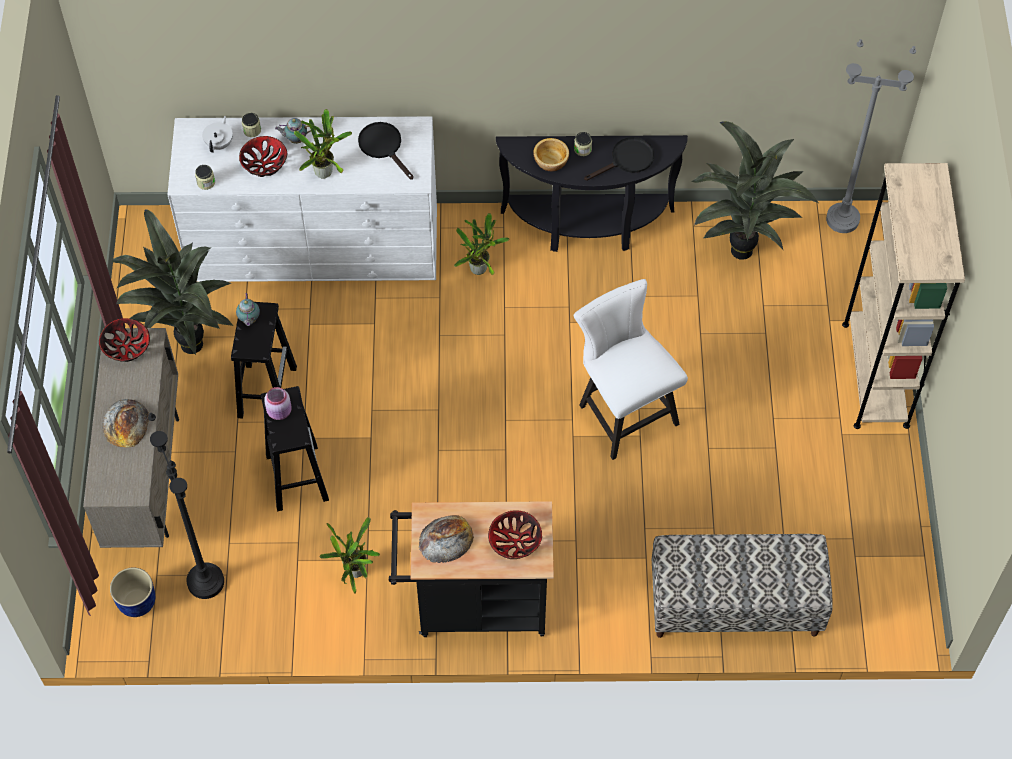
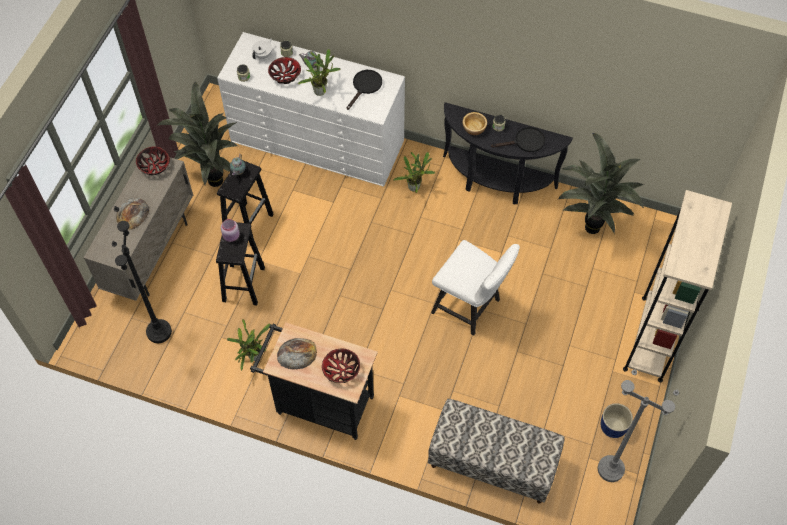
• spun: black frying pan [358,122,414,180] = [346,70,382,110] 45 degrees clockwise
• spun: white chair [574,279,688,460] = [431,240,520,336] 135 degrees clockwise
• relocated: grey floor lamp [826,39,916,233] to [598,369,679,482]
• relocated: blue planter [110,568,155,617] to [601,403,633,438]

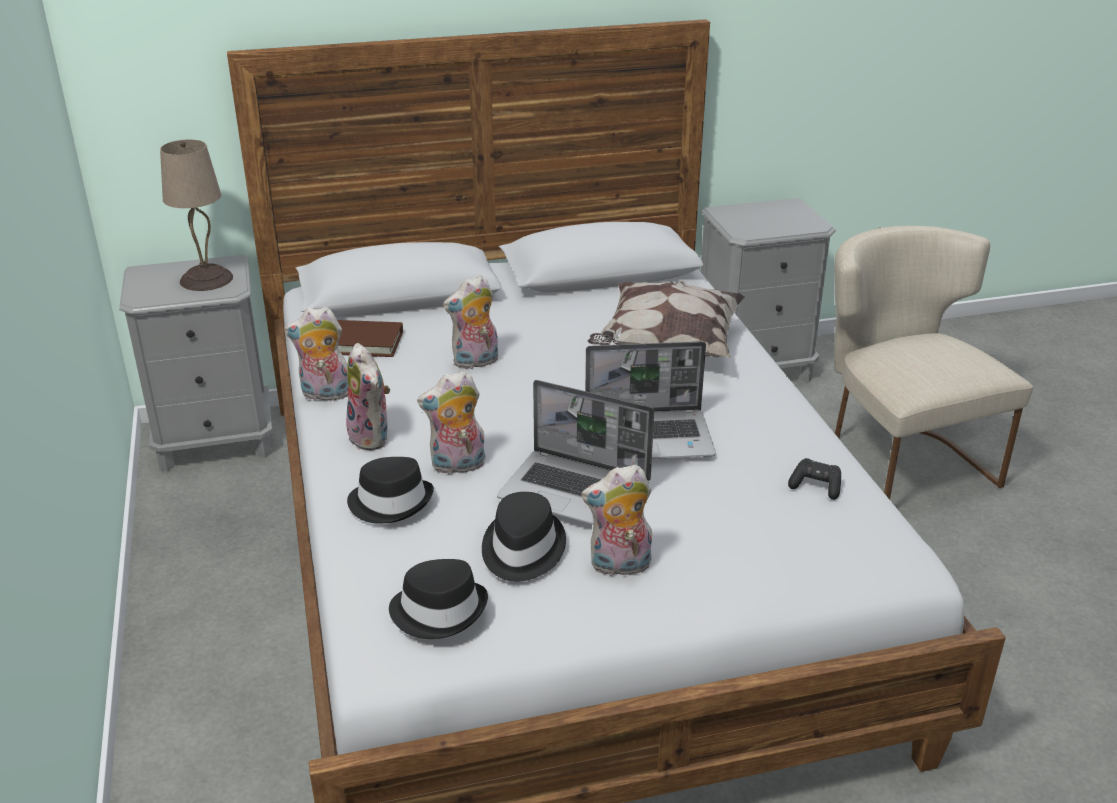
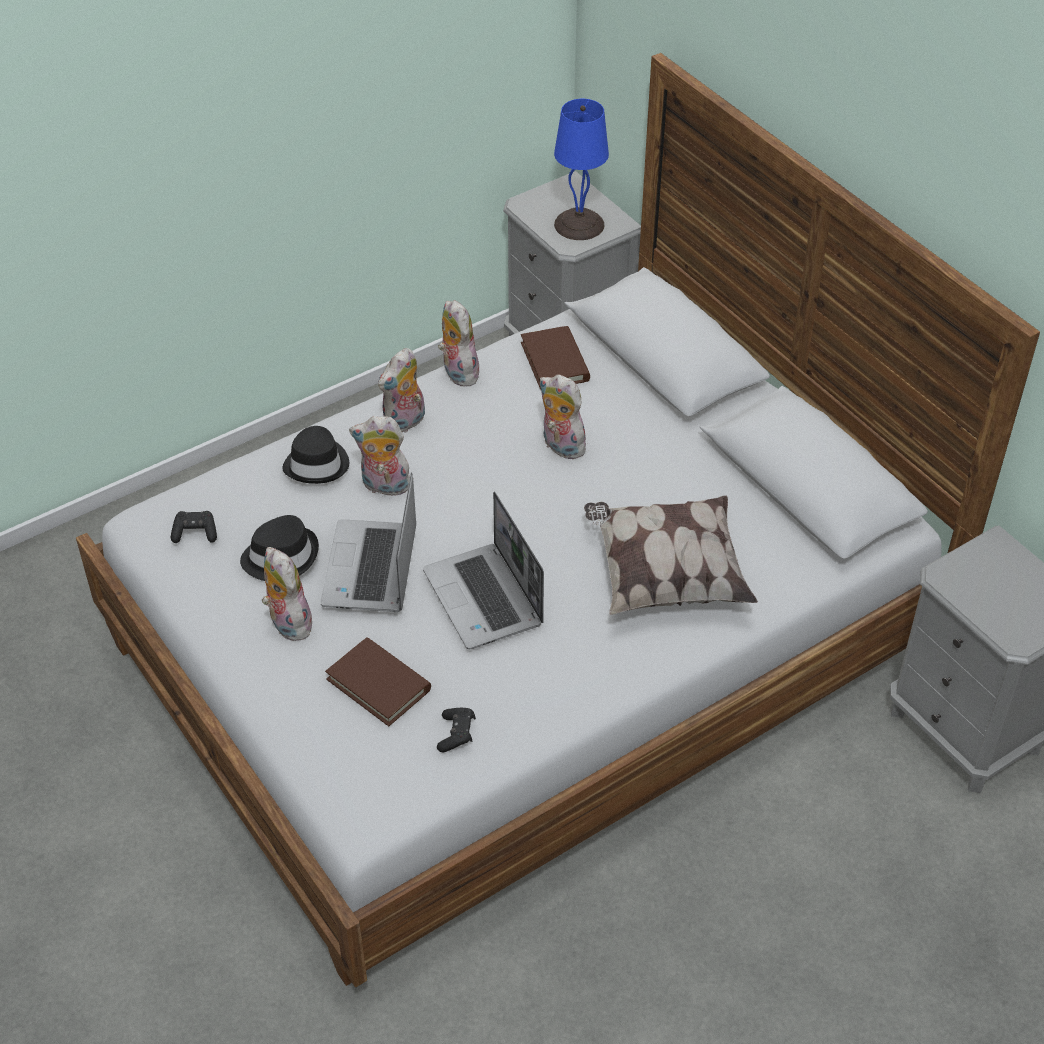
• exchanged: black hat [389,559,488,639] to black game controller [171,511,217,543]
• appeared: brown book [325,637,431,726]
• spun: plush toy [417,371,486,474] = [349,416,410,496] 45 degrees counterclockwise
• colour: beige table lamp [160,140,233,291] to blue table lamp [554,99,609,240]
• missing: beige chair [834,226,1033,499]

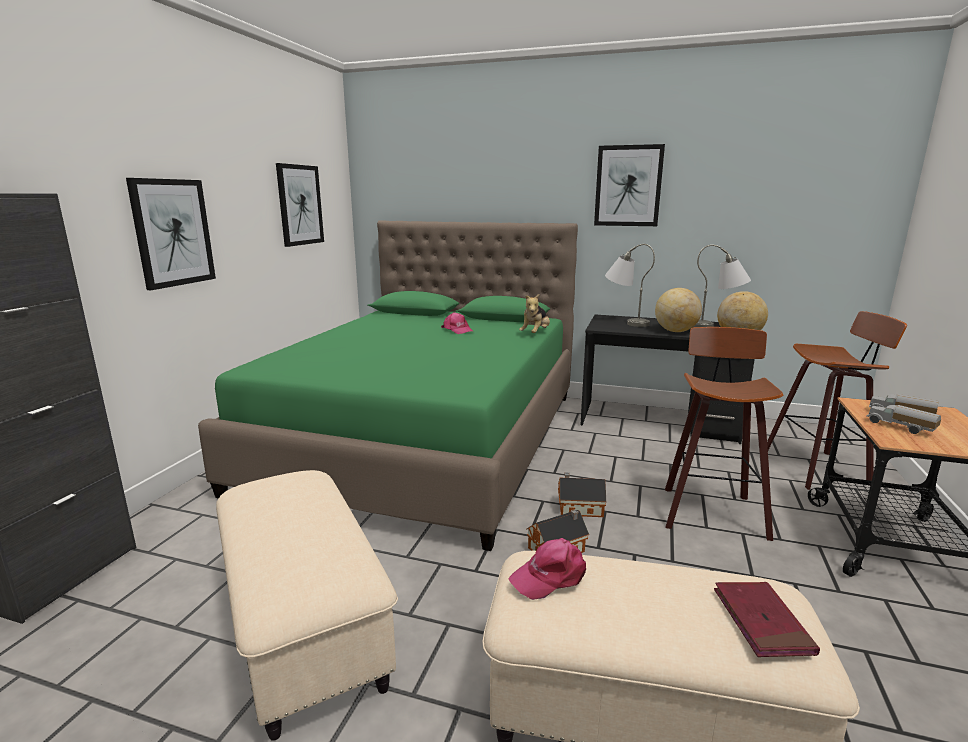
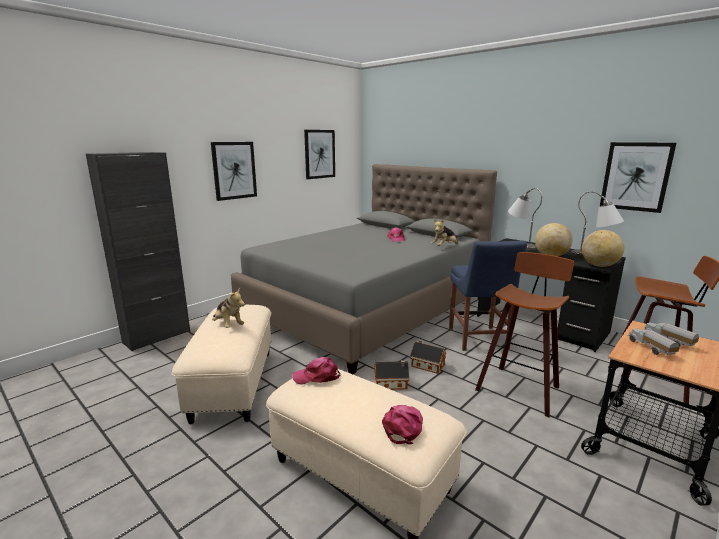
• appeared: plush toy [212,288,245,328]
• colour: green bed [198,220,578,551] to grey bed [231,164,497,374]
• exchanged: red book [714,582,820,657] to pink cap [382,405,423,444]
• appeared: blue chair [449,241,527,351]
• relocated: picture [594,144,665,226] to [600,142,676,213]

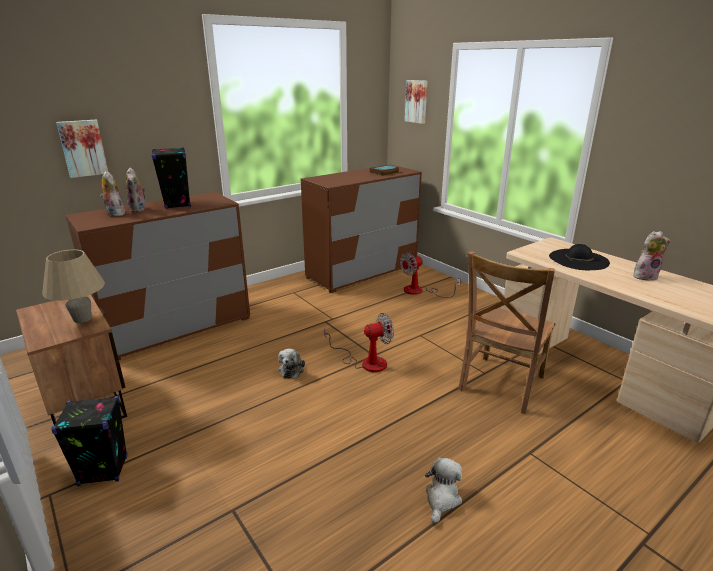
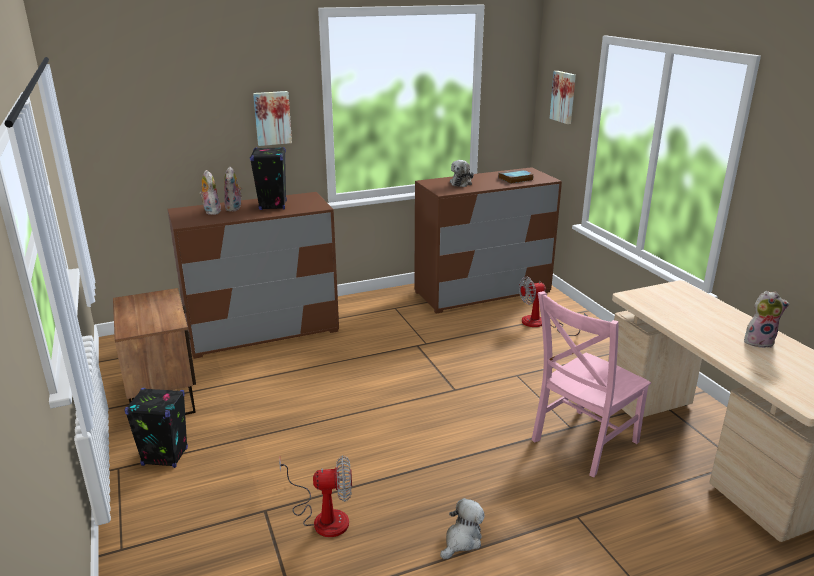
• relocated: picture [56,120,108,178] to [253,91,292,146]
• relocated: fan [324,313,394,372] to [279,455,352,537]
• relocated: plush toy [278,348,305,379] to [450,160,474,187]
• colour: brown chair [458,251,556,414] to pink chair [532,291,651,477]
• missing: beige table lamp [42,249,105,323]
• missing: black hat [549,244,610,270]

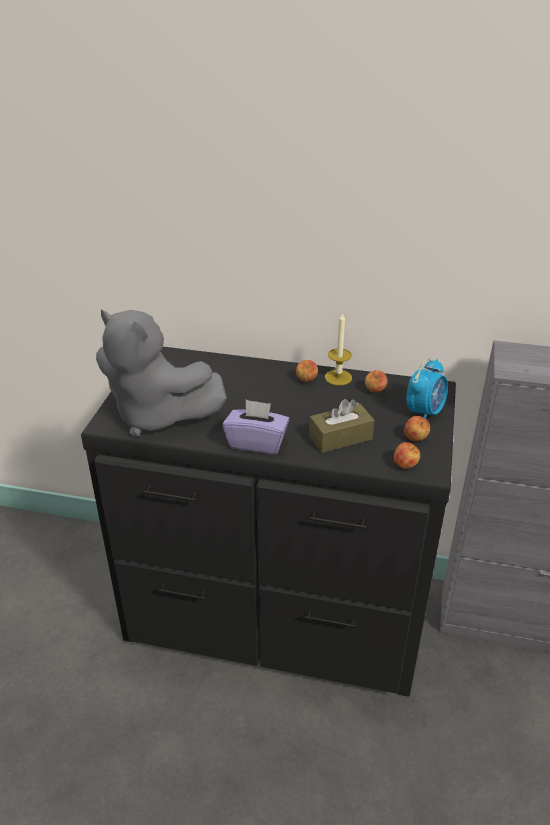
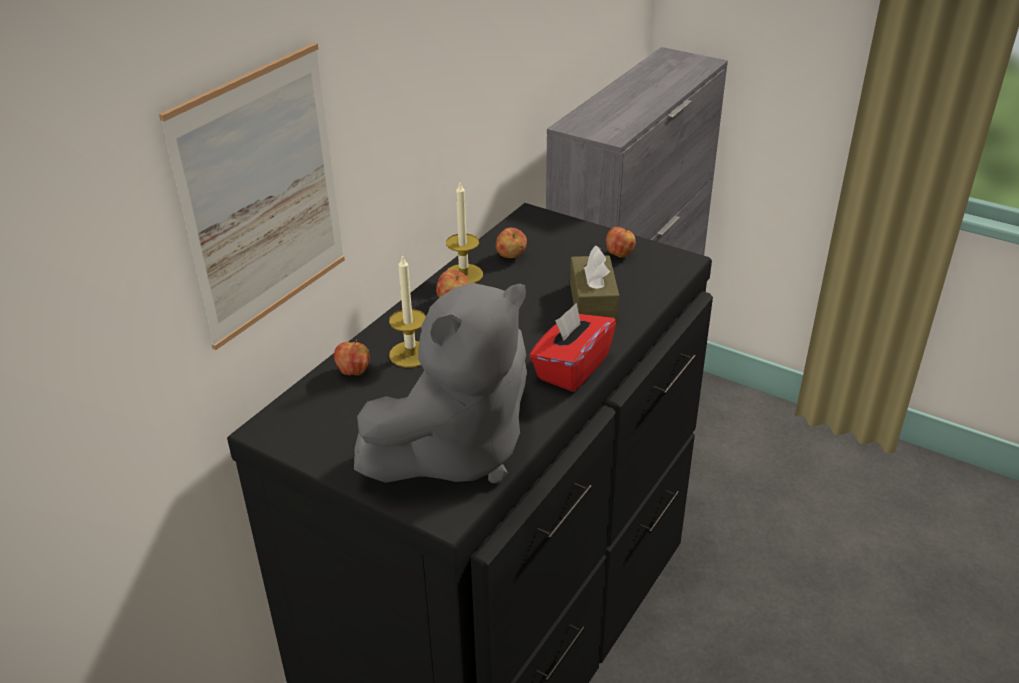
• appeared: picture [159,43,345,350]
• relocated: apple [394,442,420,469] to [334,339,370,375]
• appeared: candle [389,254,426,368]
• colour: purple tissue box [223,400,290,454] to red tissue box [529,303,616,392]
• missing: alarm clock [407,359,448,419]

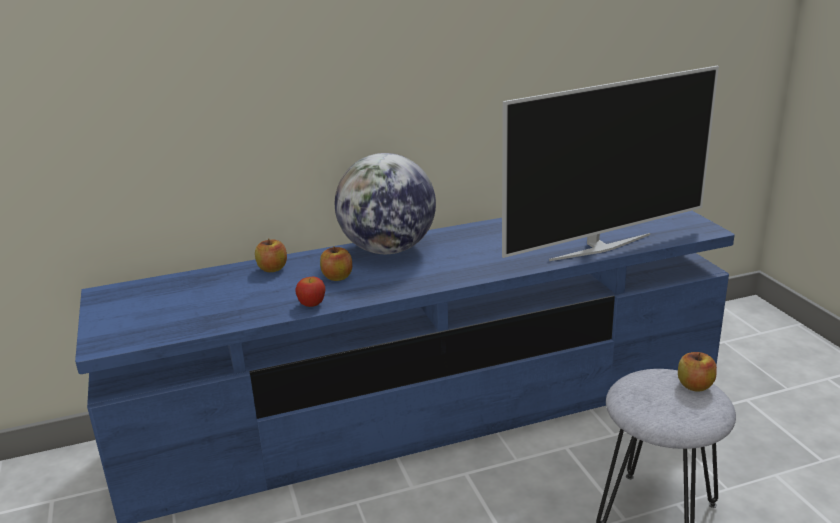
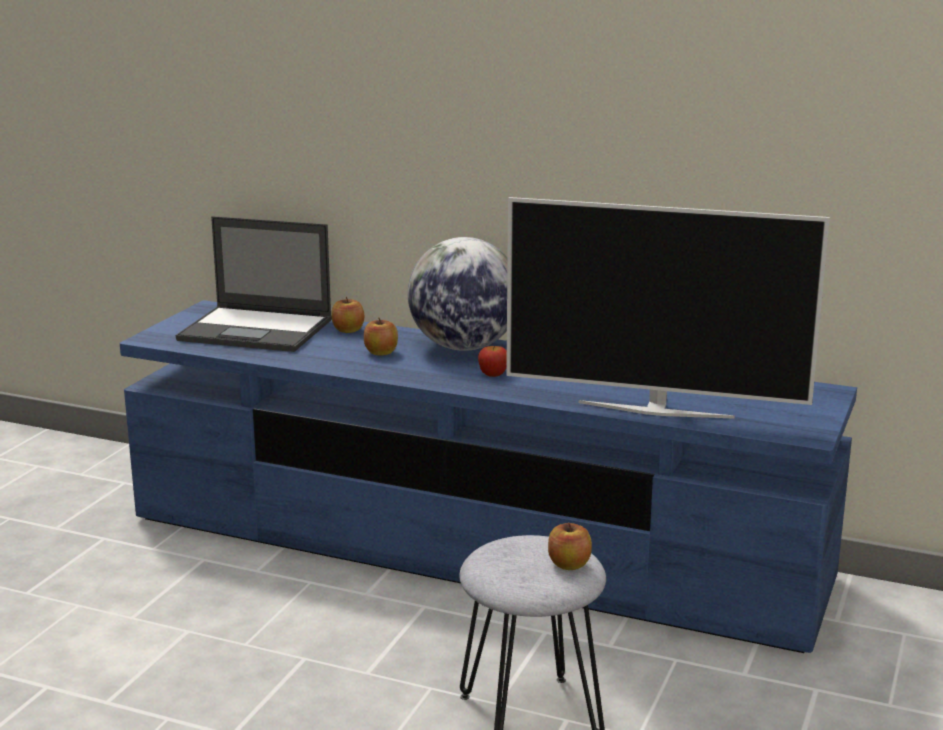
• appeared: laptop [176,216,332,352]
• relocated: apple [295,276,325,307] to [478,346,507,377]

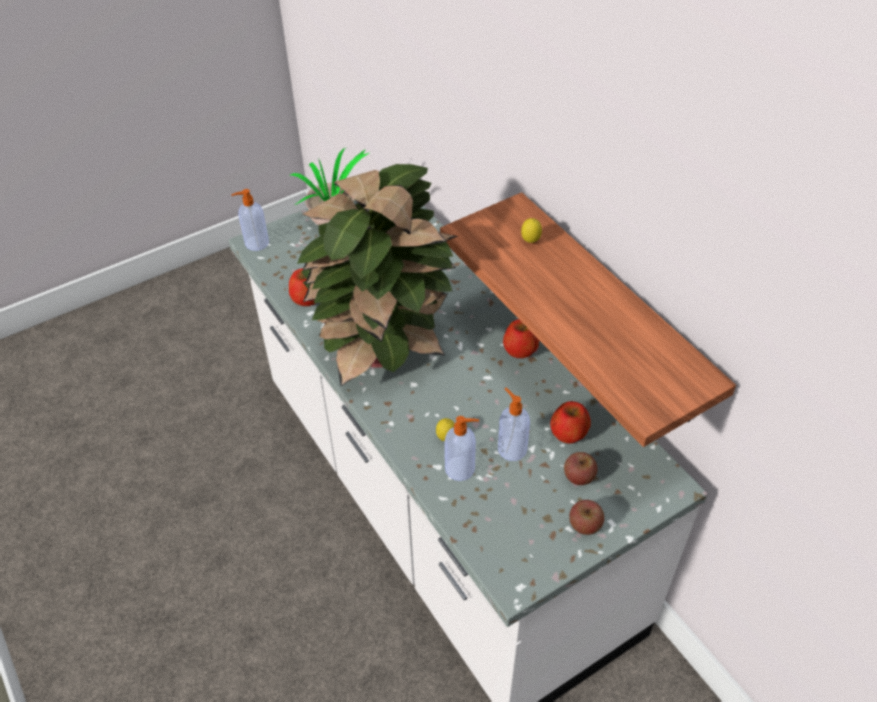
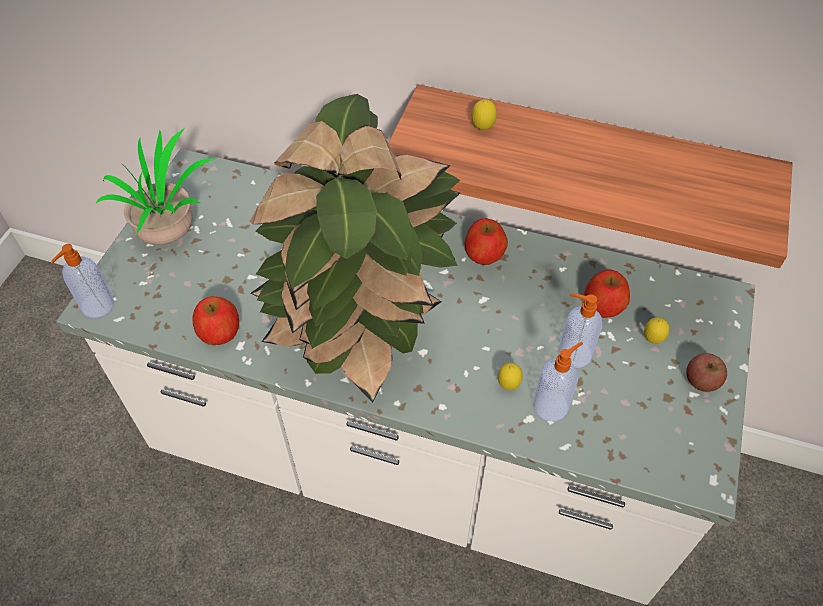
• exchanged: apple [564,452,598,485] to lemon [644,317,669,344]

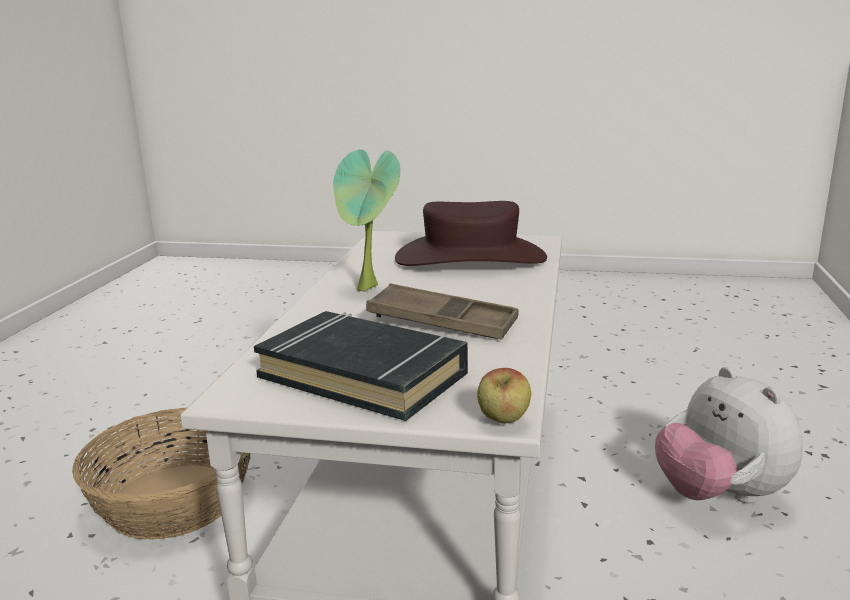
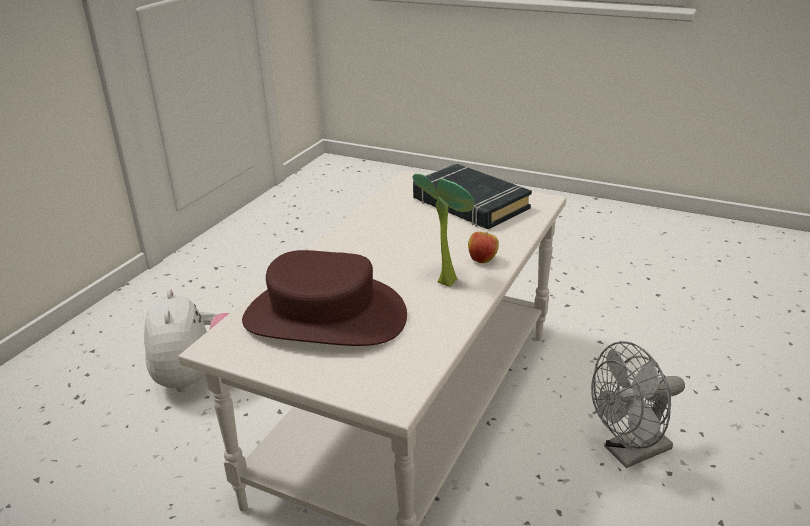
• relocated: apple [477,368,531,424] to [468,229,499,263]
• exchanged: basket [72,408,250,540] to grey fan [591,341,685,468]
• missing: brown tray [366,283,518,339]

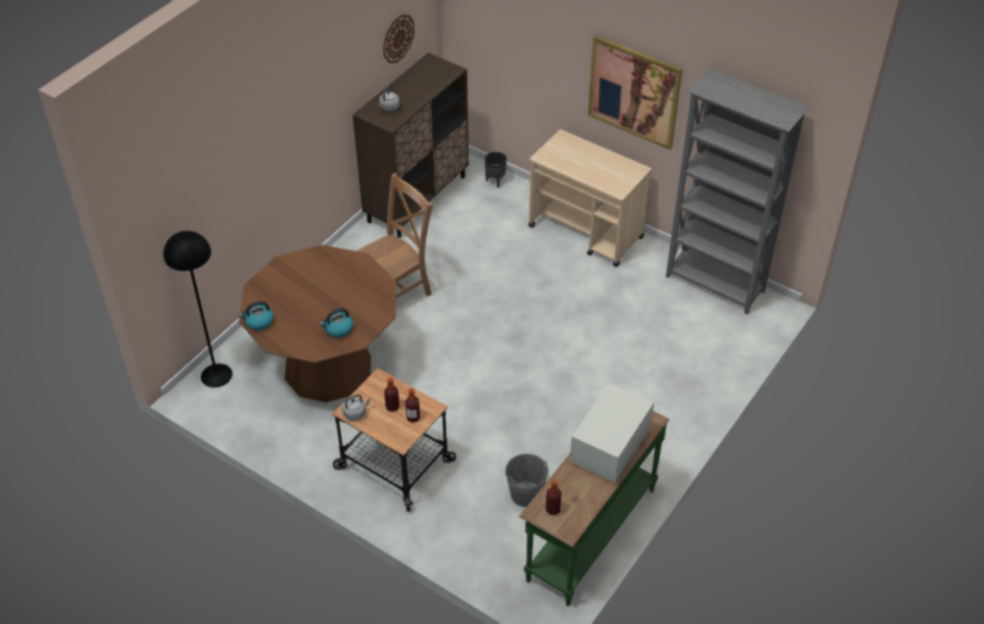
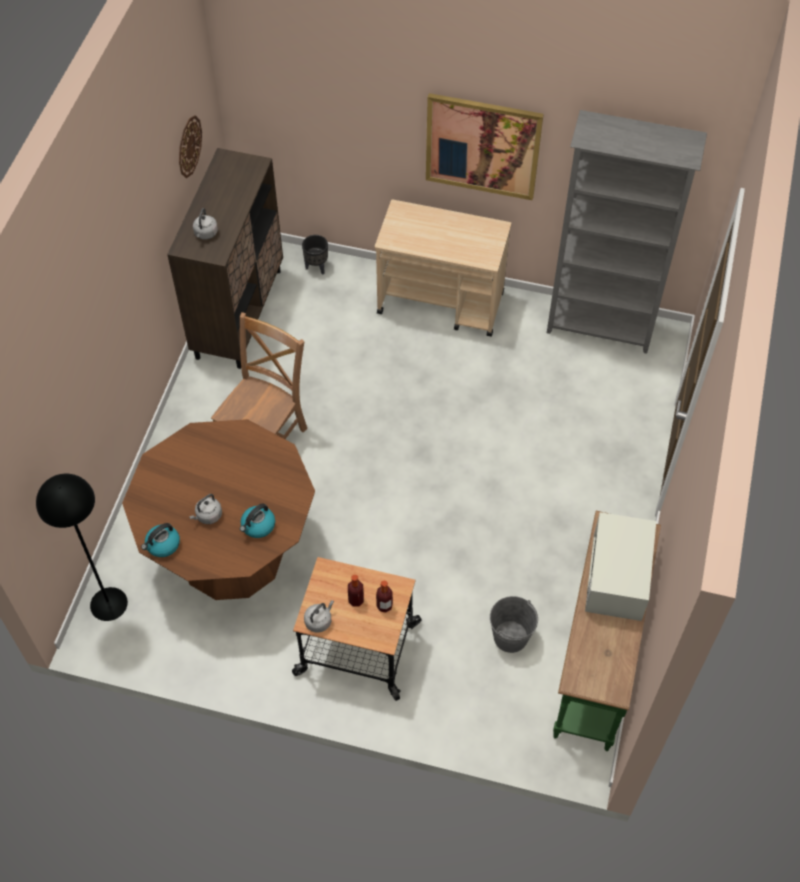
• appeared: grey kettle [189,494,222,524]
• missing: bottle [546,480,561,515]

